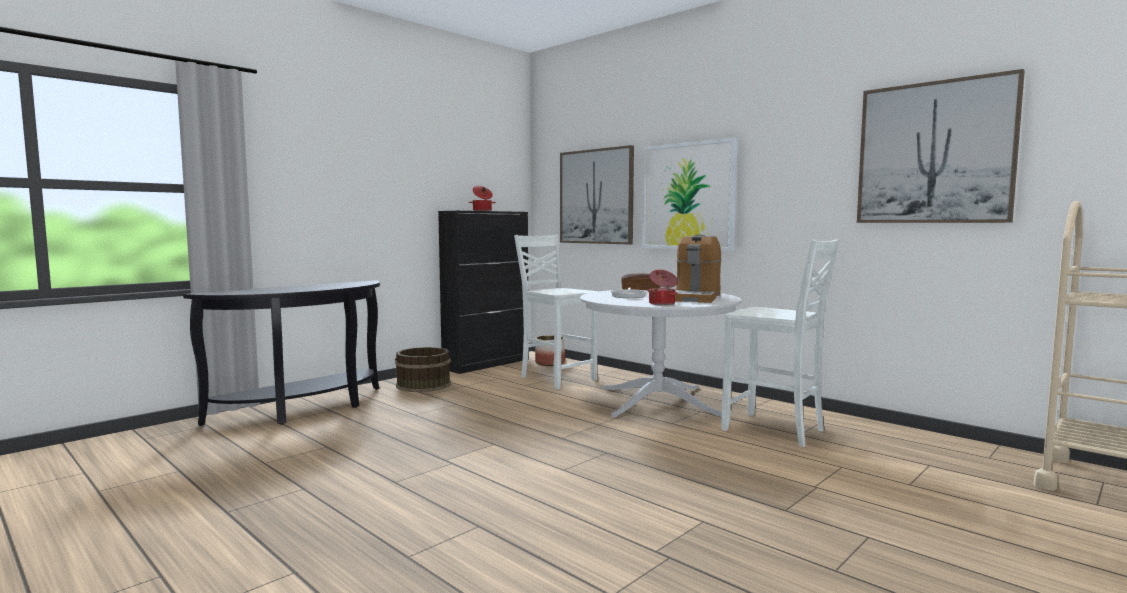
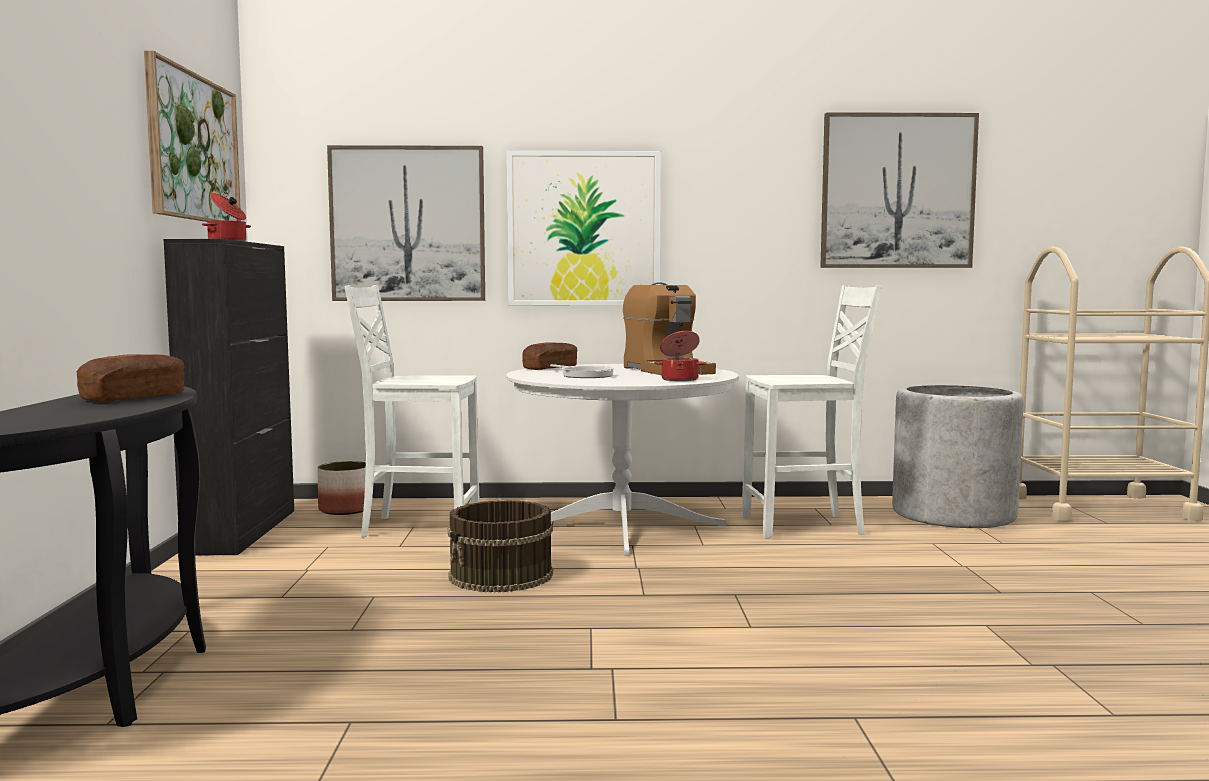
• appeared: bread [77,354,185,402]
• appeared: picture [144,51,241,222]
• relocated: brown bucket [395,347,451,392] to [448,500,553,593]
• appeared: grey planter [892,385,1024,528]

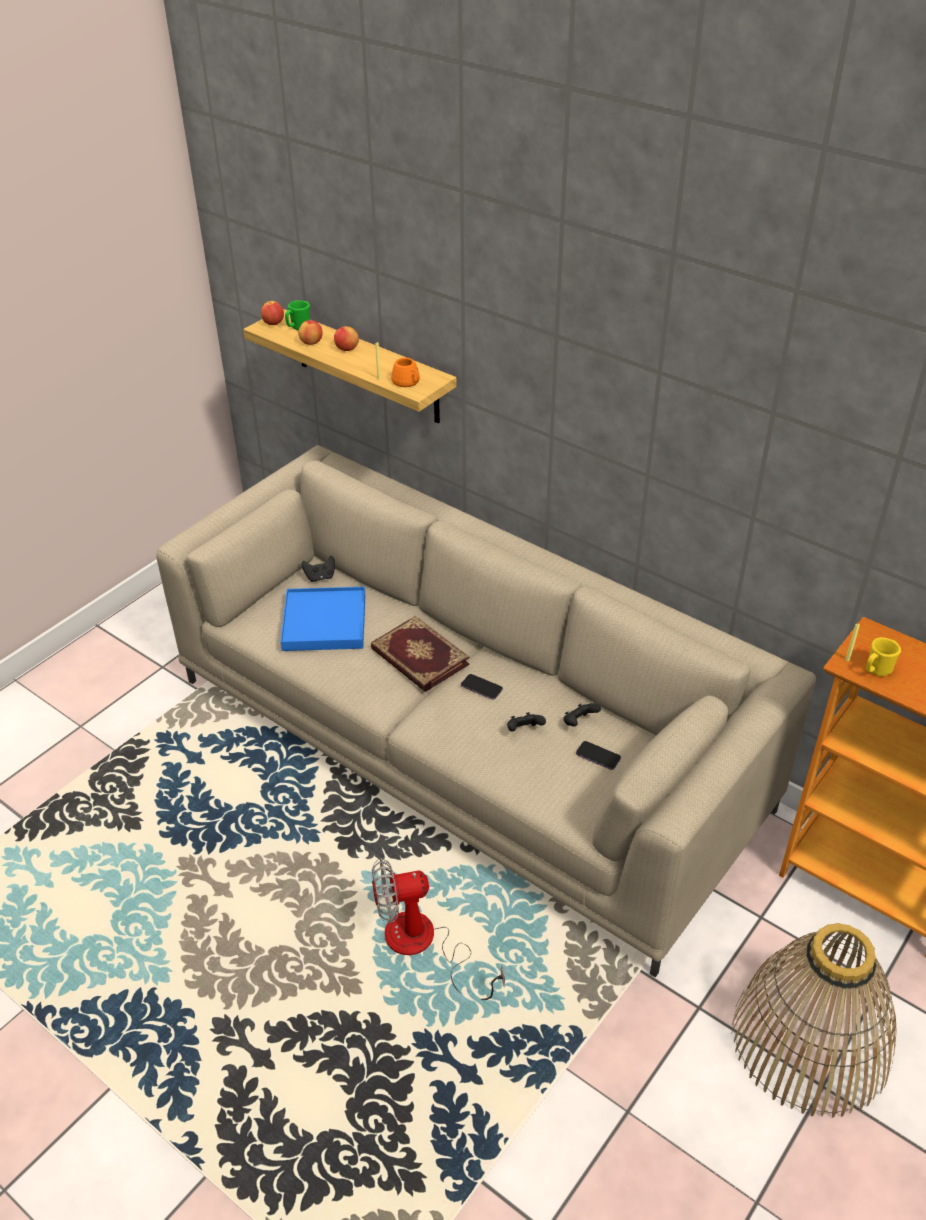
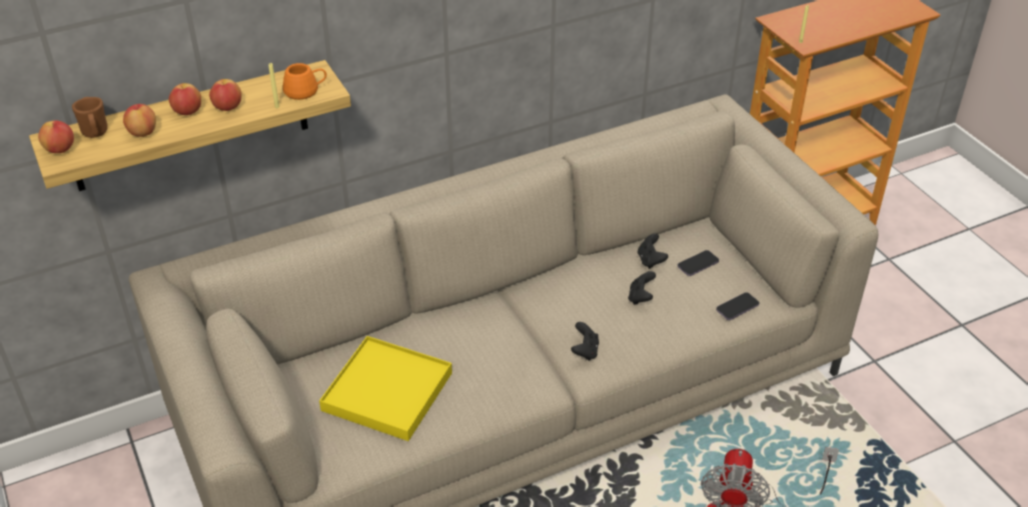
• colour: green mug [285,300,310,330] to brown mug [72,97,108,138]
• appeared: apple [209,79,242,111]
• colour: blue tray [280,587,365,651] to yellow tray [319,336,452,441]
• relocated: black game controller [301,556,335,582] to [571,322,599,361]
• relocated: phone [461,674,503,700] to [716,292,759,320]
• missing: book [371,616,470,692]
• missing: basket [732,923,896,1117]
• missing: yellow mug [866,637,901,676]

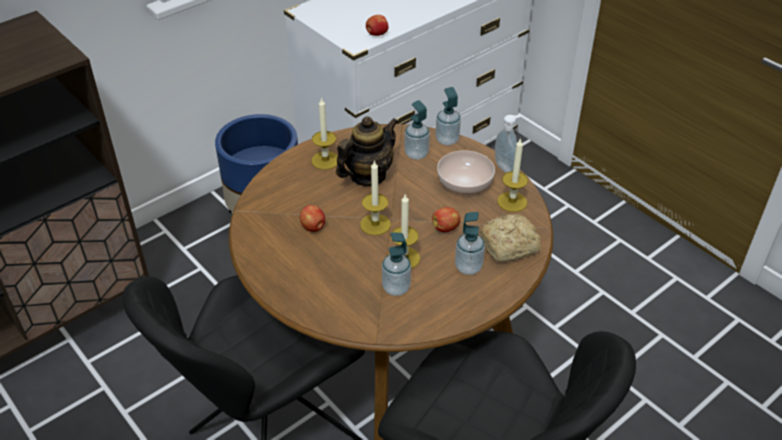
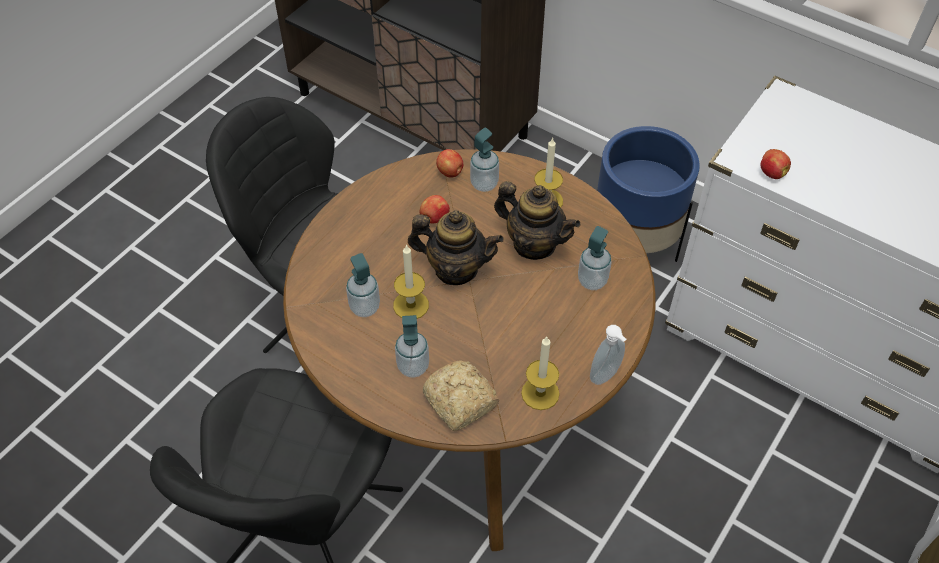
• exchanged: candle [360,160,391,235] to teapot [408,210,504,285]
• relocated: apple [432,207,460,232] to [436,149,463,178]
• relocated: soap dispenser [435,87,461,146] to [470,128,499,192]
• missing: bowl [437,150,495,194]

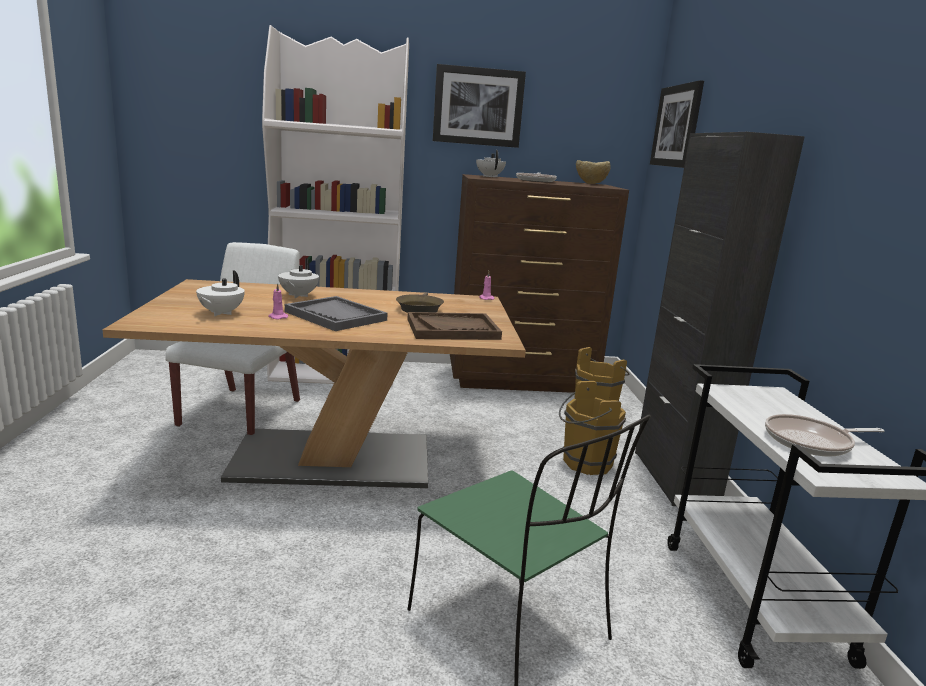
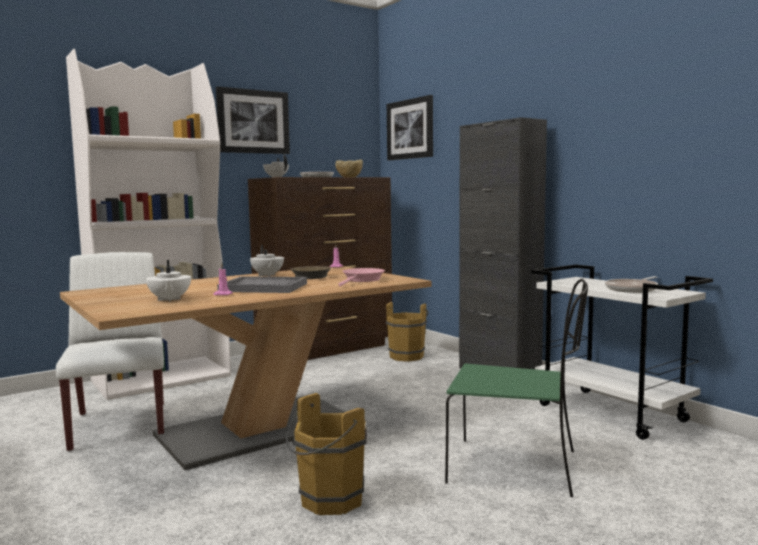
• relocated: white teapot [278,258,319,298] to [250,245,284,277]
• relocated: brown bucket [559,381,626,475] to [286,393,367,515]
• exchanged: brown tray [407,312,502,340] to pink frying pan [338,268,385,286]

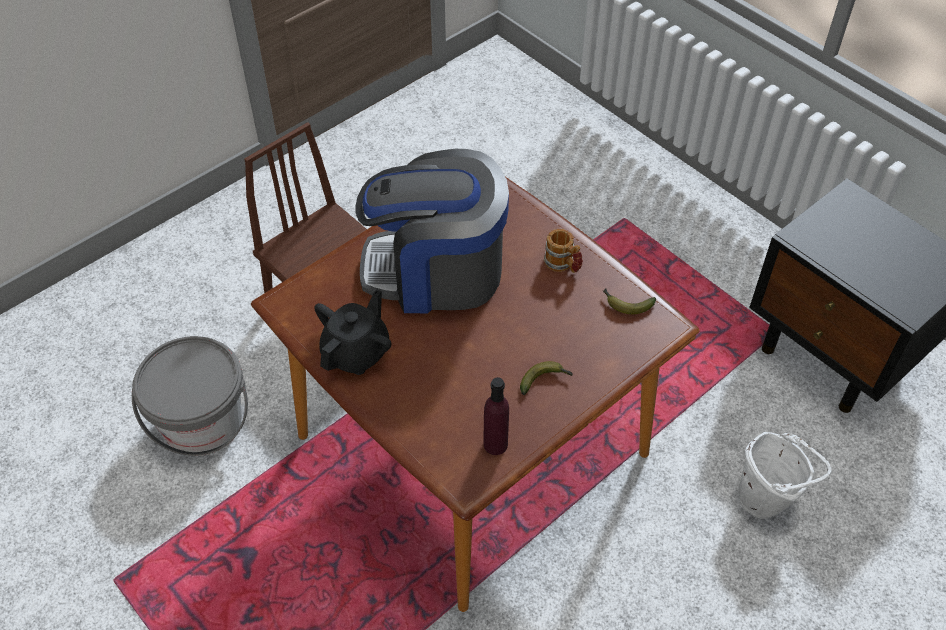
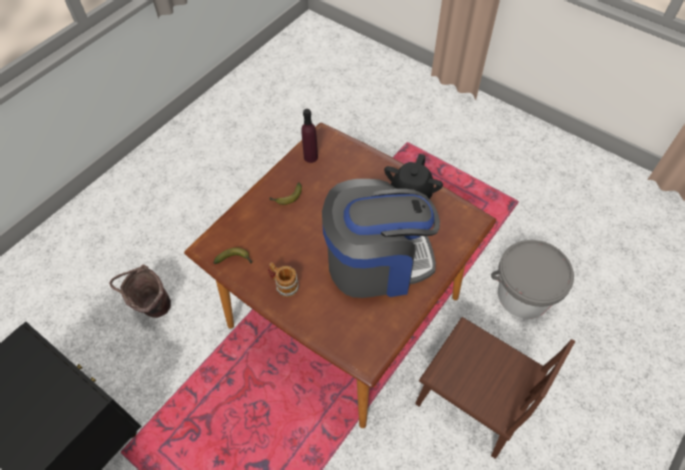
• colour: white bucket [739,432,831,519] to brown bucket [109,265,171,318]

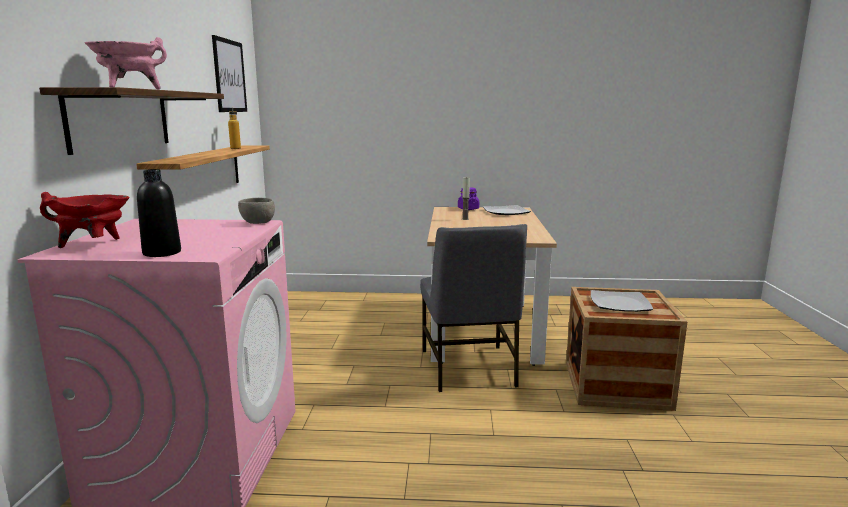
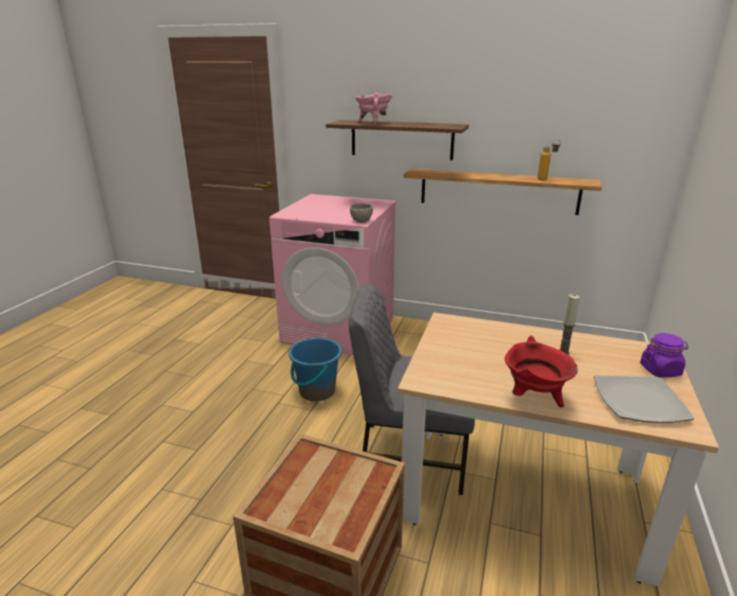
• appeared: blue bucket [289,338,342,401]
• relocated: red cooking pot [40,192,129,248] to [504,335,578,408]
• missing: black bottle [137,169,181,257]
• missing: picture [212,35,247,112]
• missing: plate [591,290,653,312]

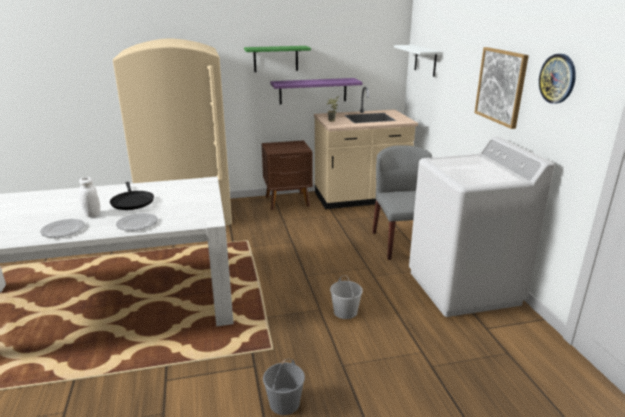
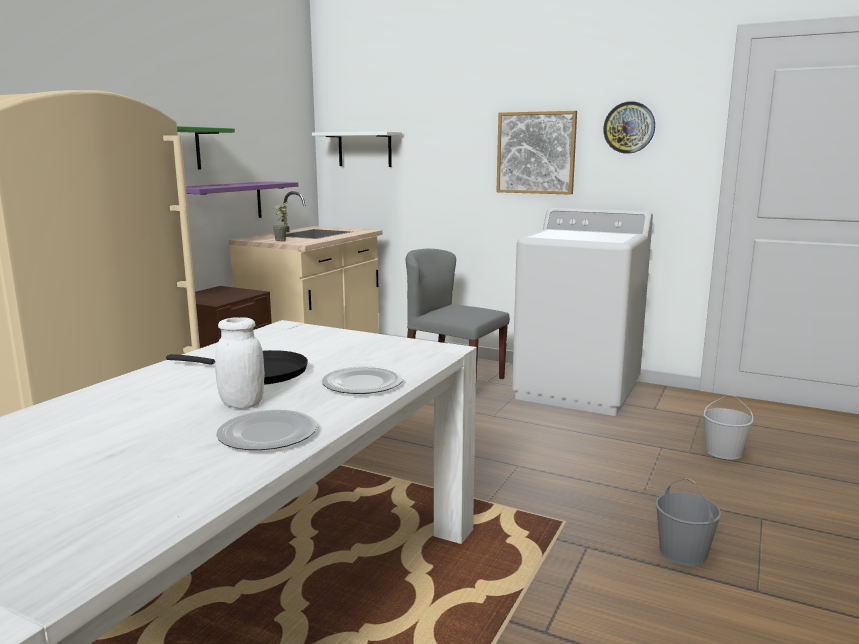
• relocated: white bucket [330,275,363,319] to [703,395,753,460]

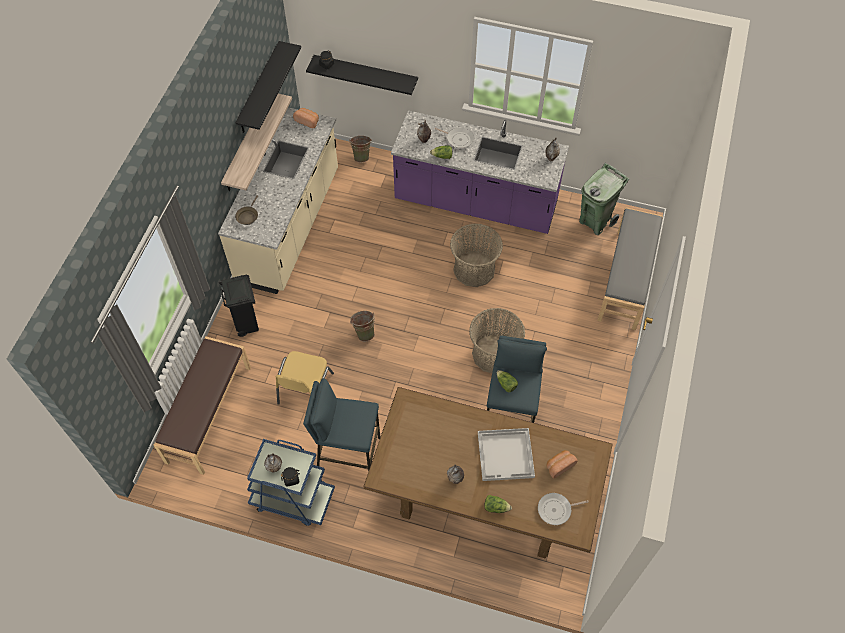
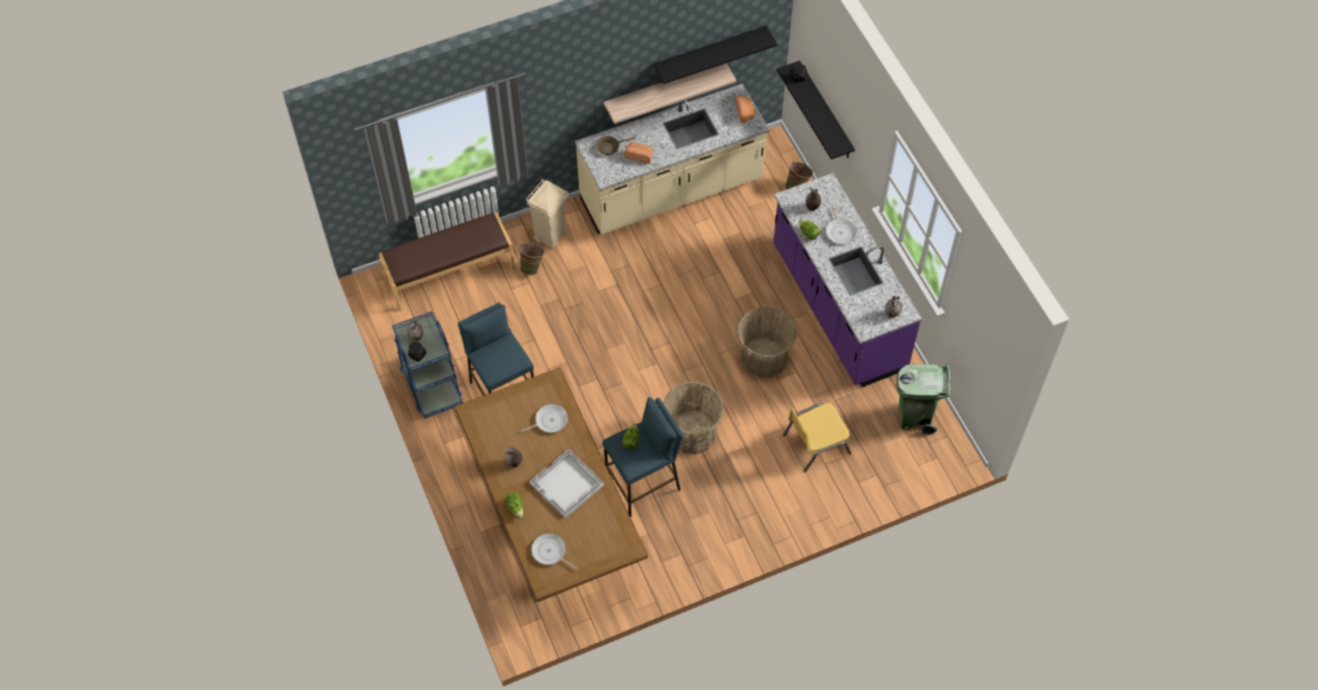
• relocated: green bucket [350,311,375,341] to [518,243,545,275]
• appeared: frying pan [520,404,568,433]
• colour: black trash can [219,275,259,337] to beige trash can [526,179,570,248]
• relocated: bread [546,450,578,479] to [624,142,653,164]
• relocated: yellow chair [276,351,334,405] to [783,403,851,472]
• missing: grey bench [597,207,663,330]

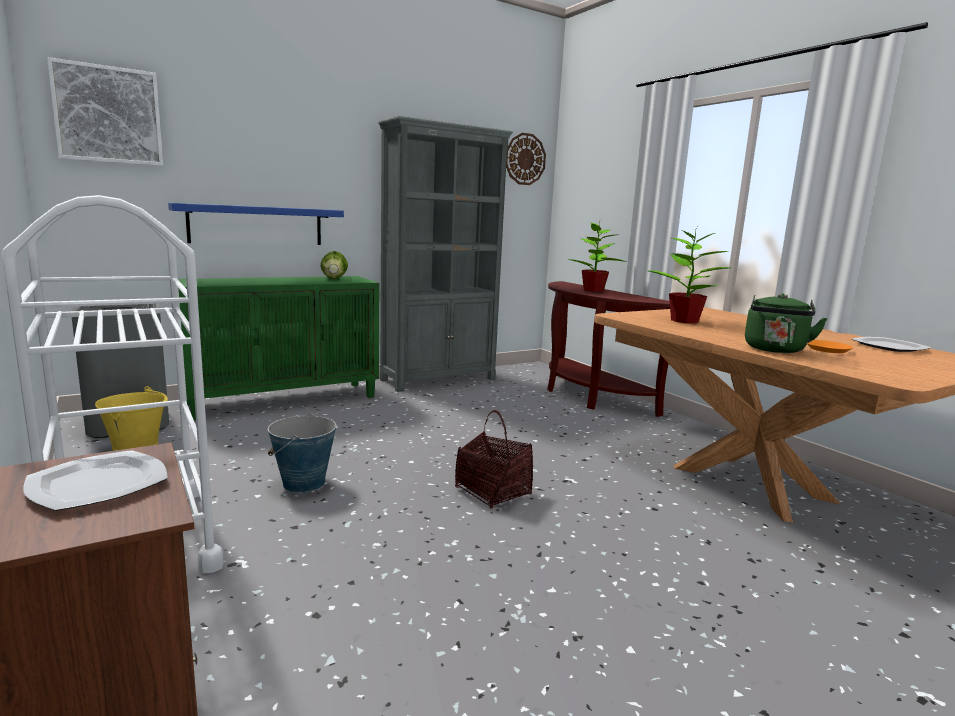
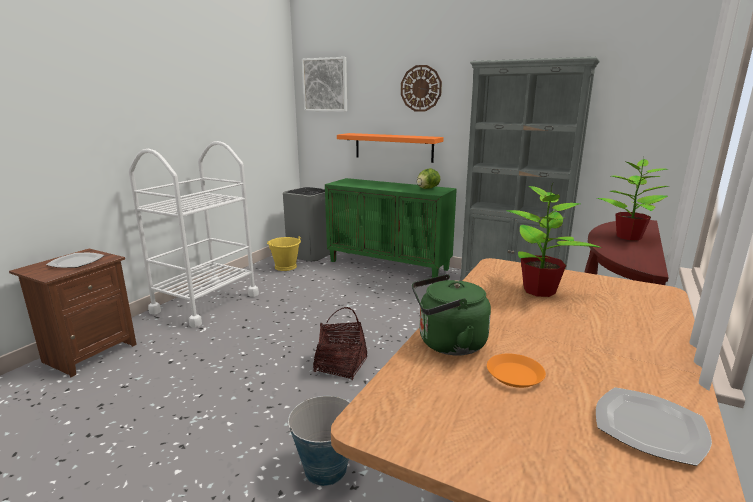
• relocated: bucket [268,413,336,493] to [287,396,350,486]
• colour: blue shelf [168,203,344,245] to orange shelf [337,133,444,163]
• relocated: wall clock [506,133,546,185] to [401,65,442,112]

